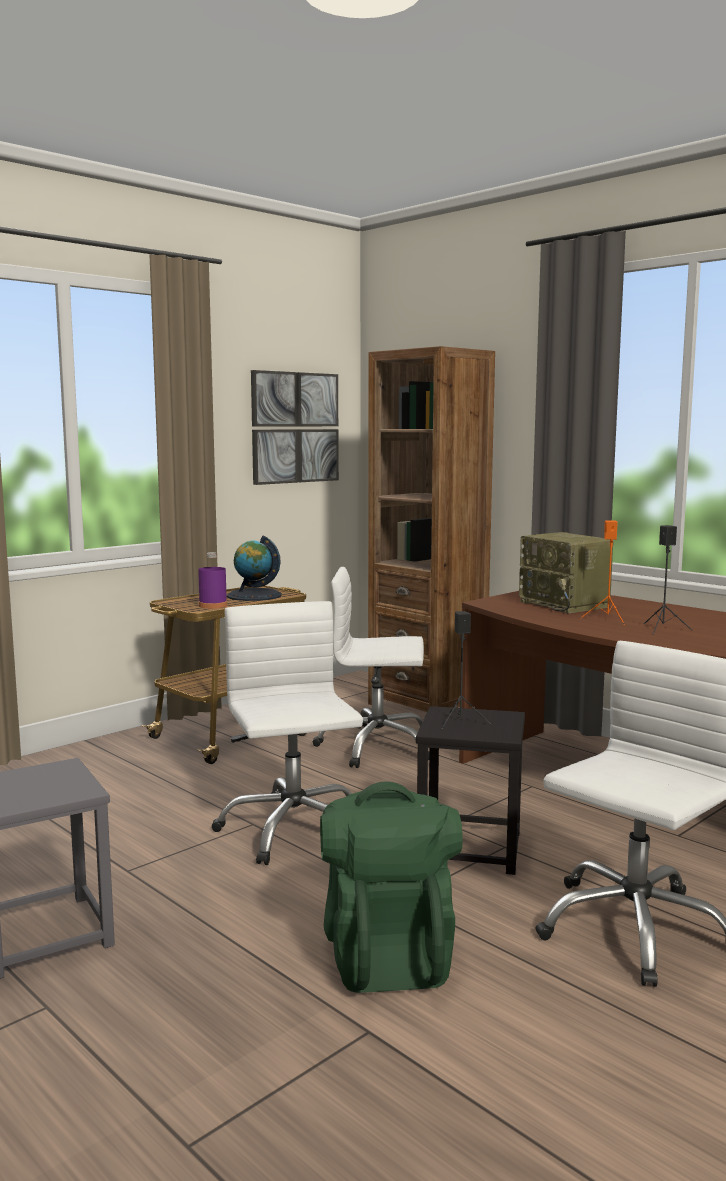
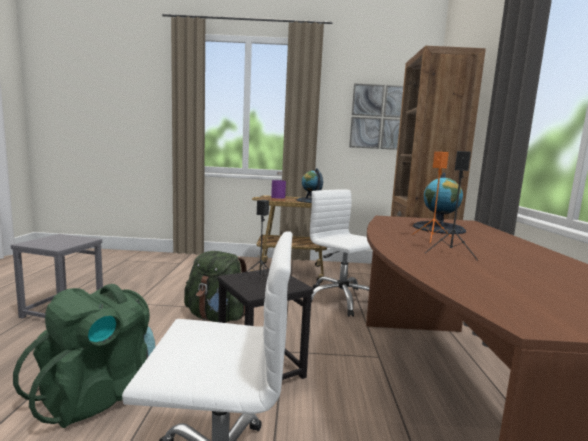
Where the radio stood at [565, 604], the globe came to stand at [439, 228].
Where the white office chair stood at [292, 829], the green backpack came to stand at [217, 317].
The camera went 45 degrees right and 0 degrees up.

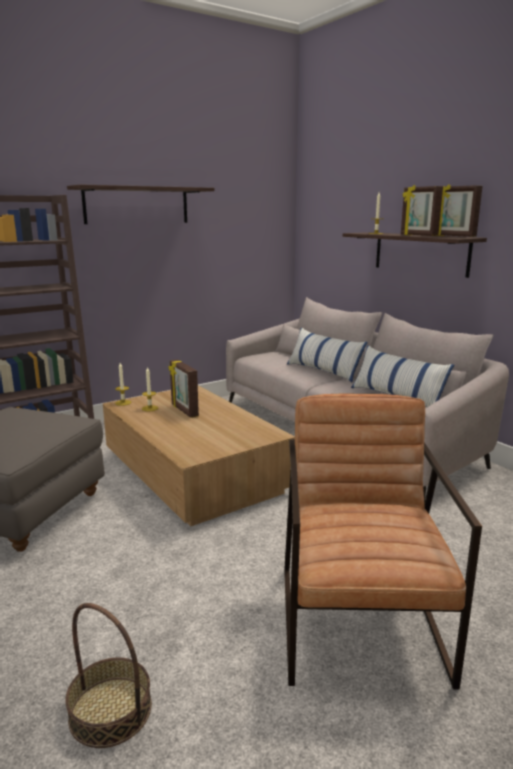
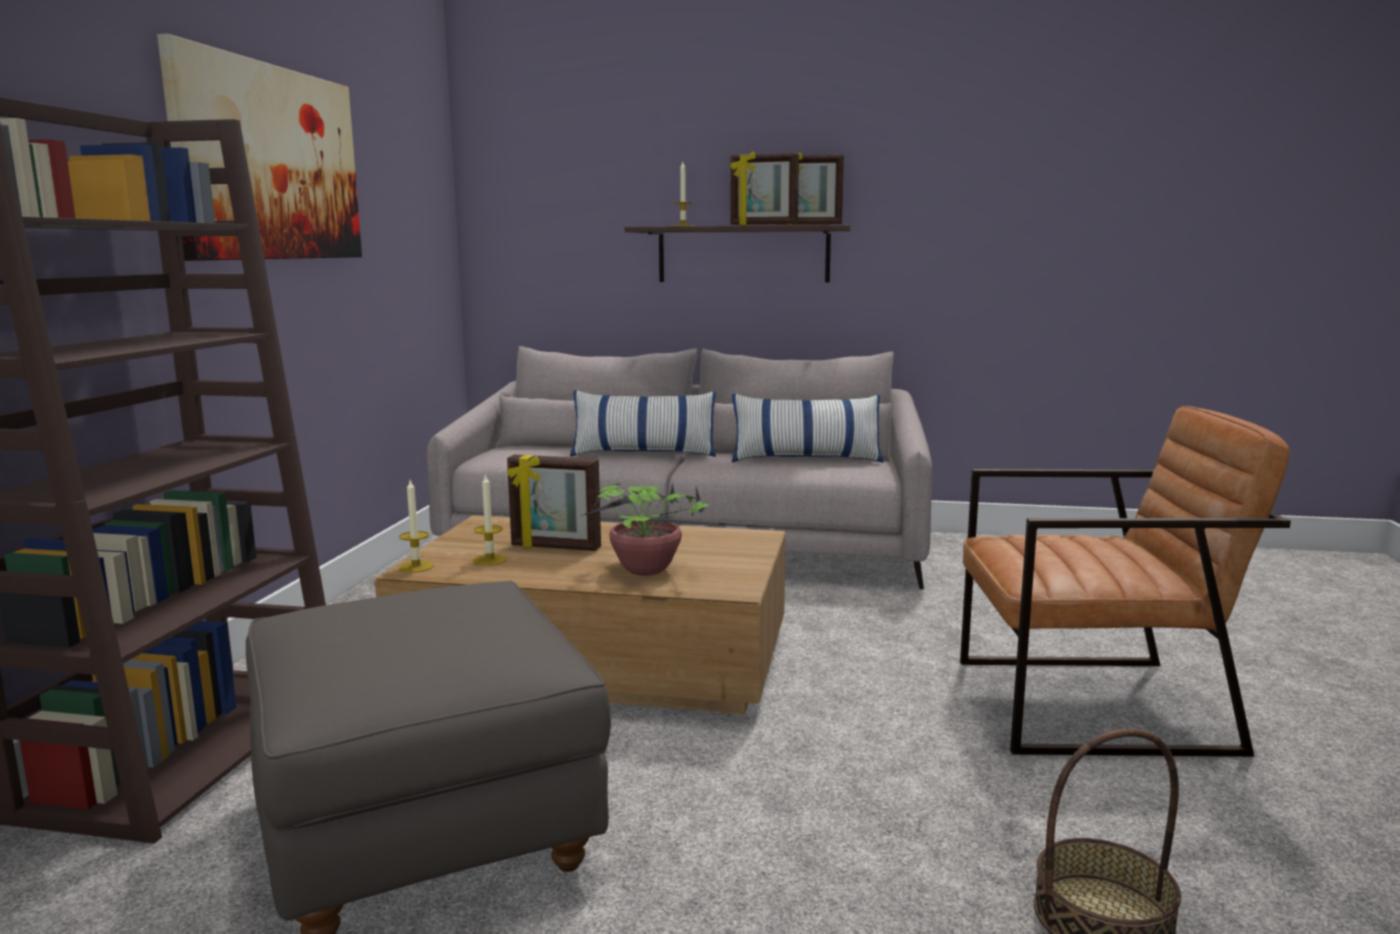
Where the shelf hung at [137, 205], the picture came to hang at [270, 163].
The brown armchair at [360, 621] ended up facing another way, 135 degrees clockwise from before.
The second view gained the potted plant at [650, 571].
The camera went 45 degrees left and 5 degrees down.

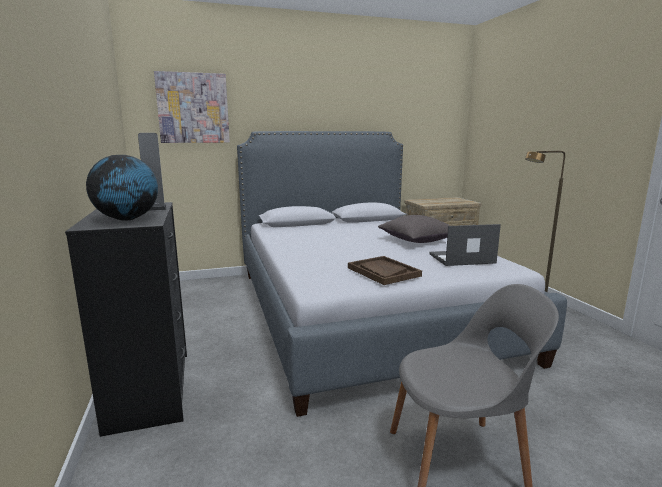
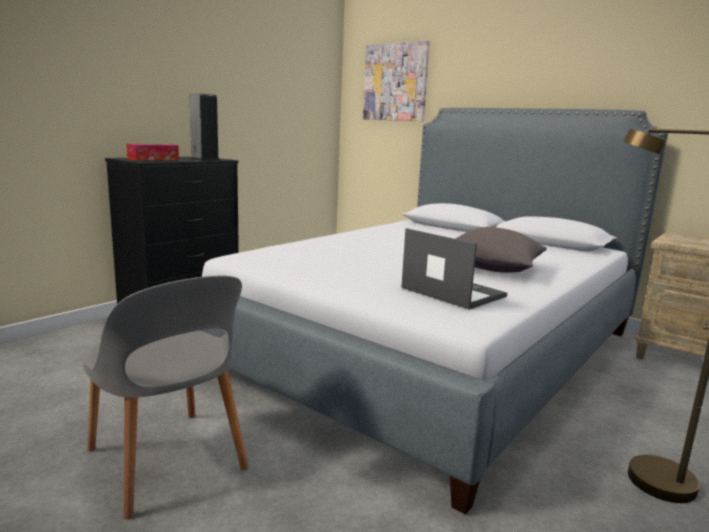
Where the globe stood at [127, 219], the tissue box came to stand at [153, 159].
The second view lost the brown tray at [383, 272].
The camera went 55 degrees right and 0 degrees up.

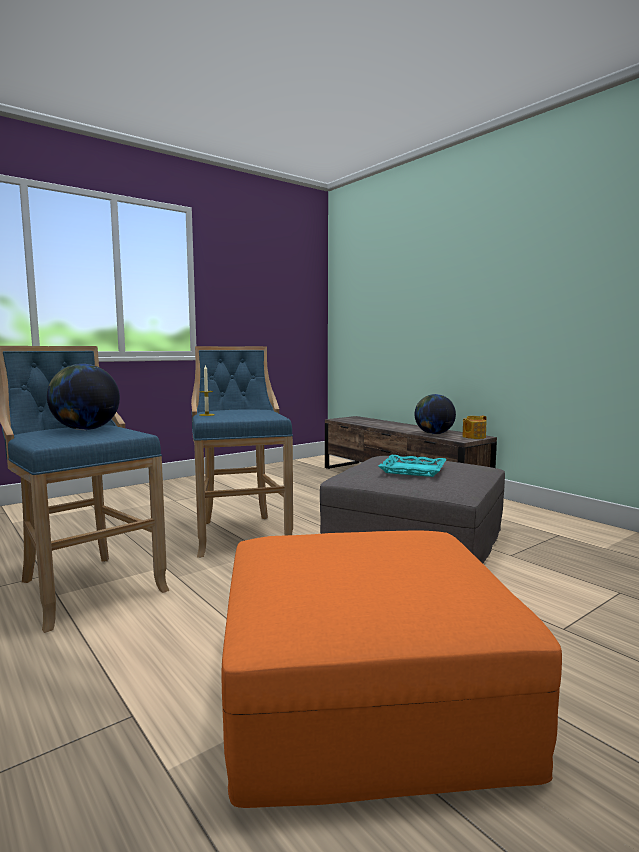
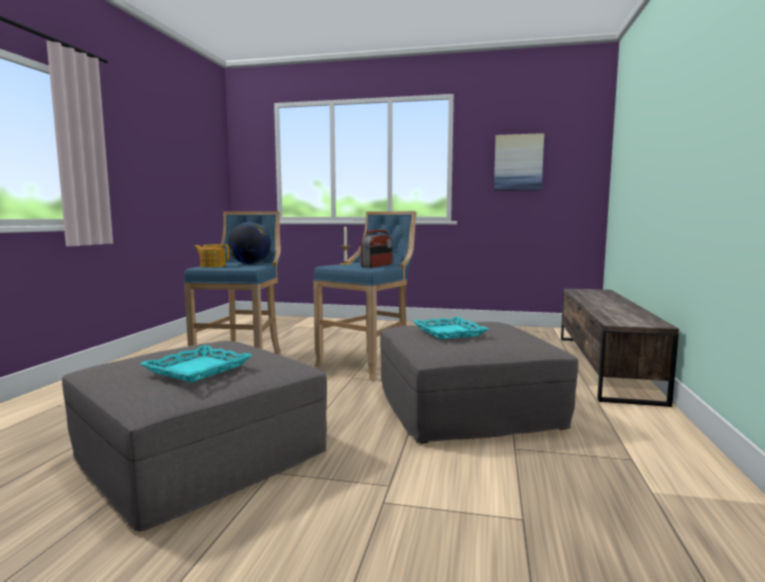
The second view lost the globe at [434, 434].
The teapot ended up elsewhere, having gone from [473, 437] to [212, 266].
What was the orange ottoman at [364, 691] turned into the grey ottoman at [201, 454].
The second view gained the picture at [518, 162].
The second view gained the radio at [377, 266].
The second view gained the turquoise tray at [198, 369].
The camera went 50 degrees right and 0 degrees up.

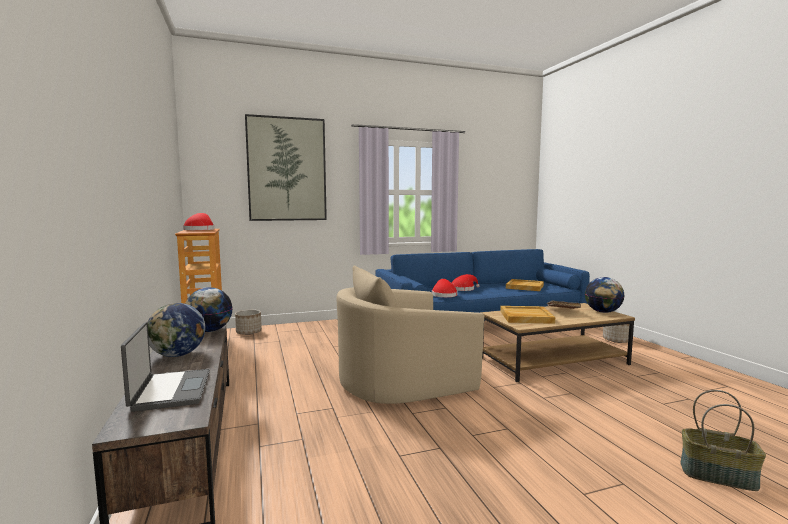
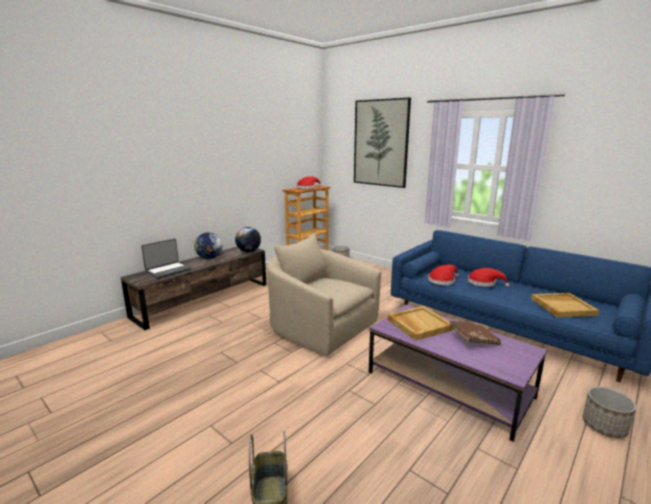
The second view lost the globe at [603, 312].
What was the brown coffee table at [553, 361] turned into the purple coffee table at [448, 384].
The camera went 60 degrees right and 10 degrees up.

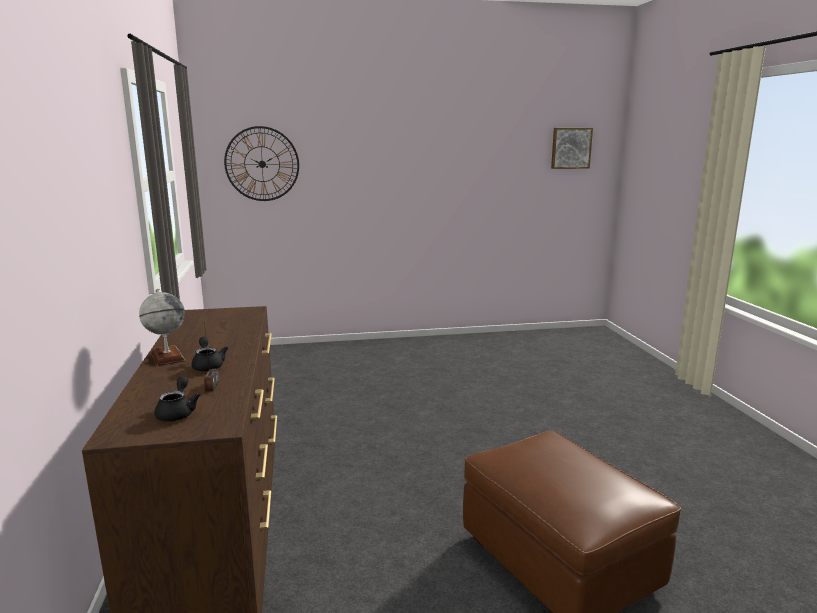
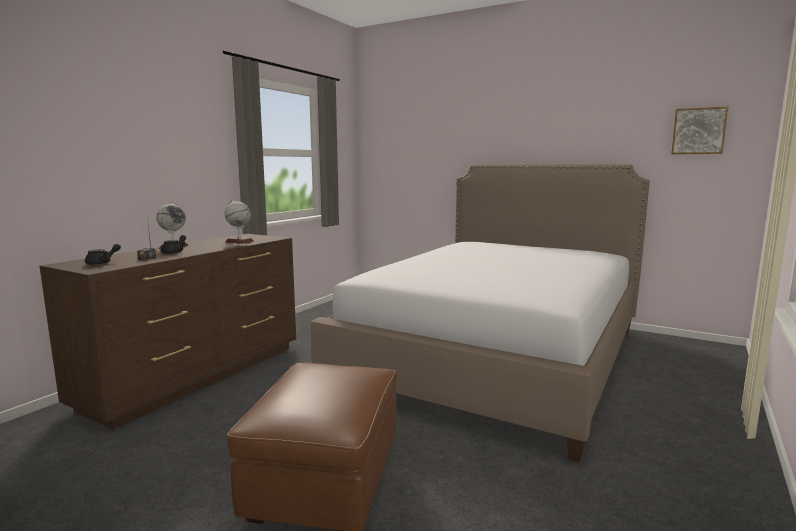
The second view lost the wall clock at [262, 164].
The second view gained the bed at [498, 356].
The second view gained the globe at [239, 241].
The camera went 40 degrees right and 5 degrees down.

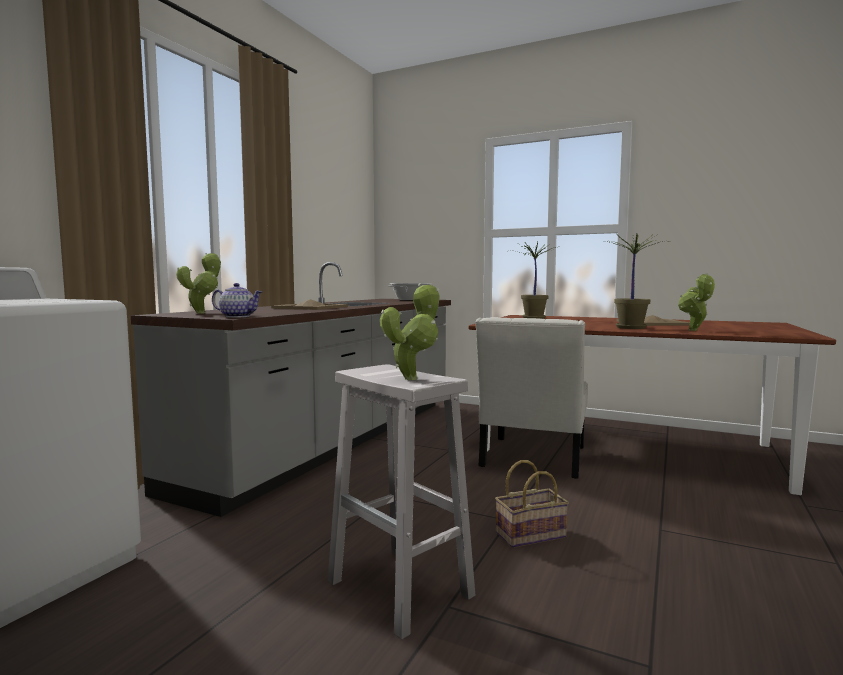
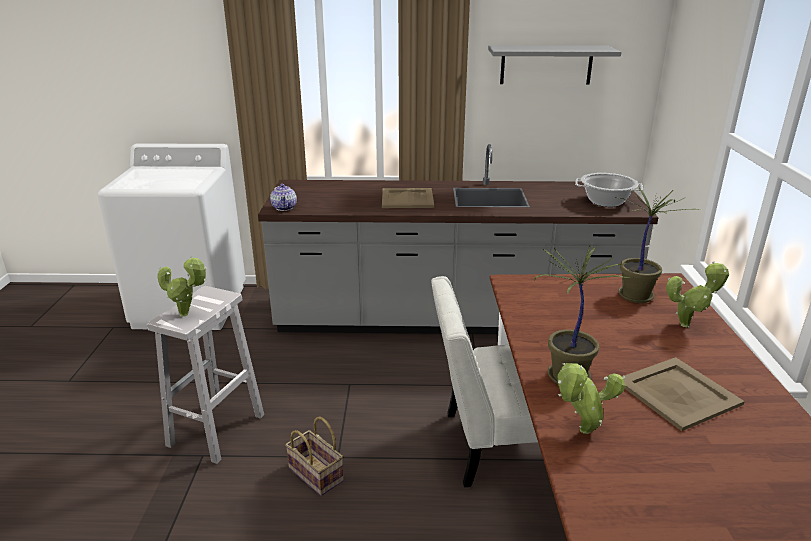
The potted plant ended up elsewhere, having gone from [203, 313] to [688, 324].
The second view gained the grey shelf at [546, 65].
The camera went 65 degrees right and 20 degrees up.

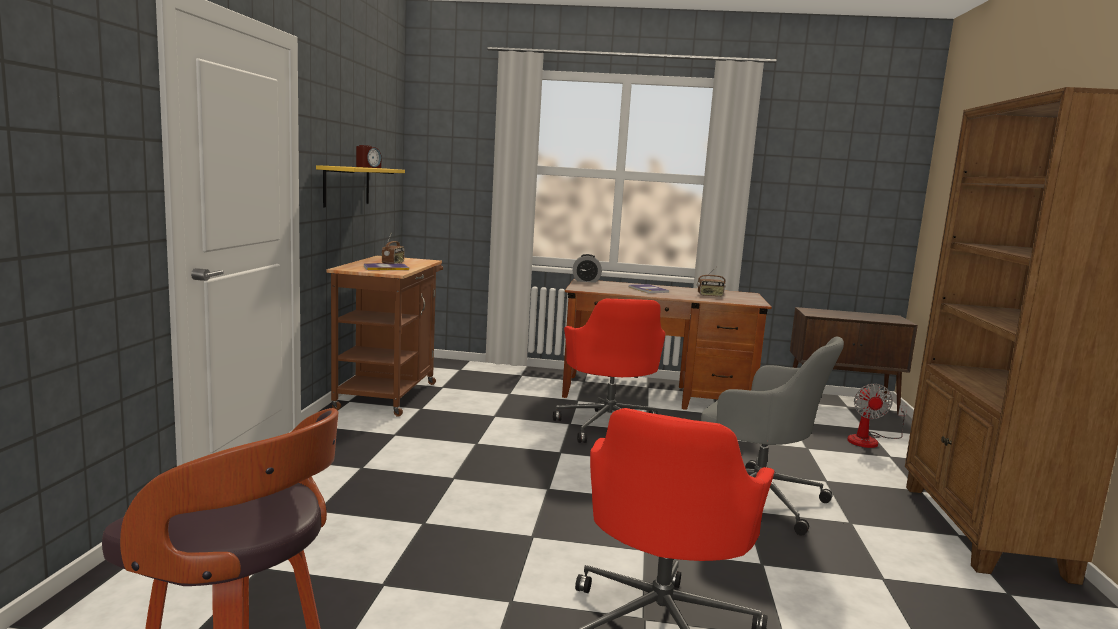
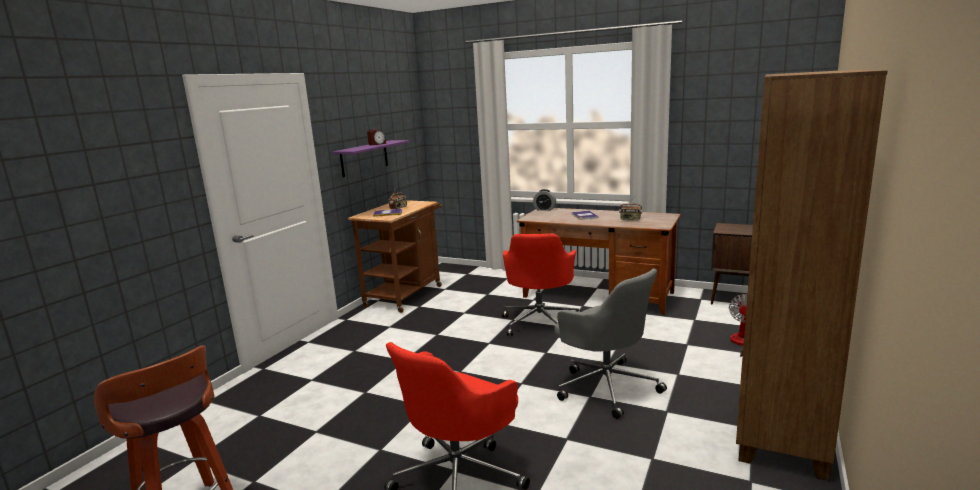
What was the yellow shelf at [347, 186] turned into the purple shelf at [364, 158].
The camera went 20 degrees right and 5 degrees up.

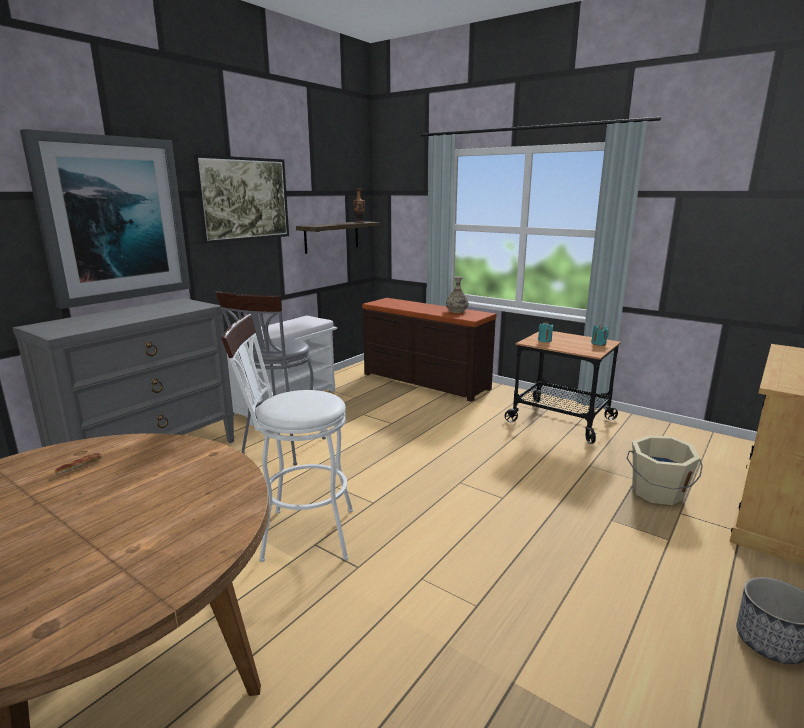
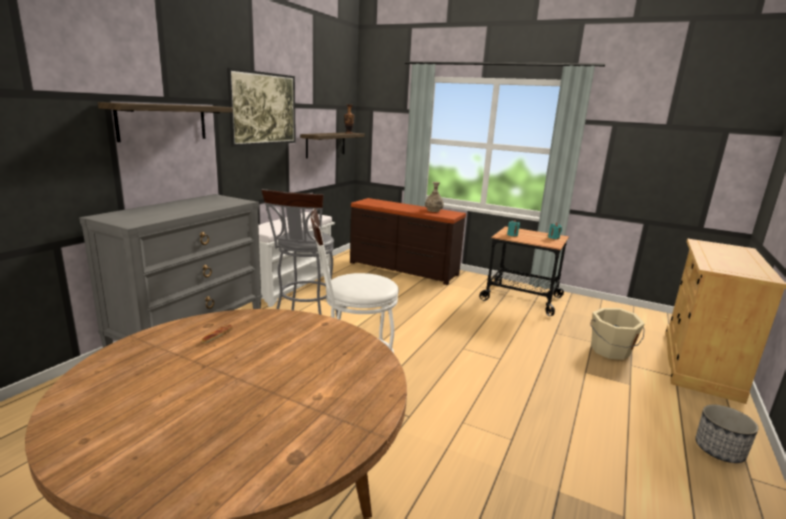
Where the picture hung at [113, 219], the shelf came to hang at [163, 122].
The camera went 10 degrees left and 0 degrees up.

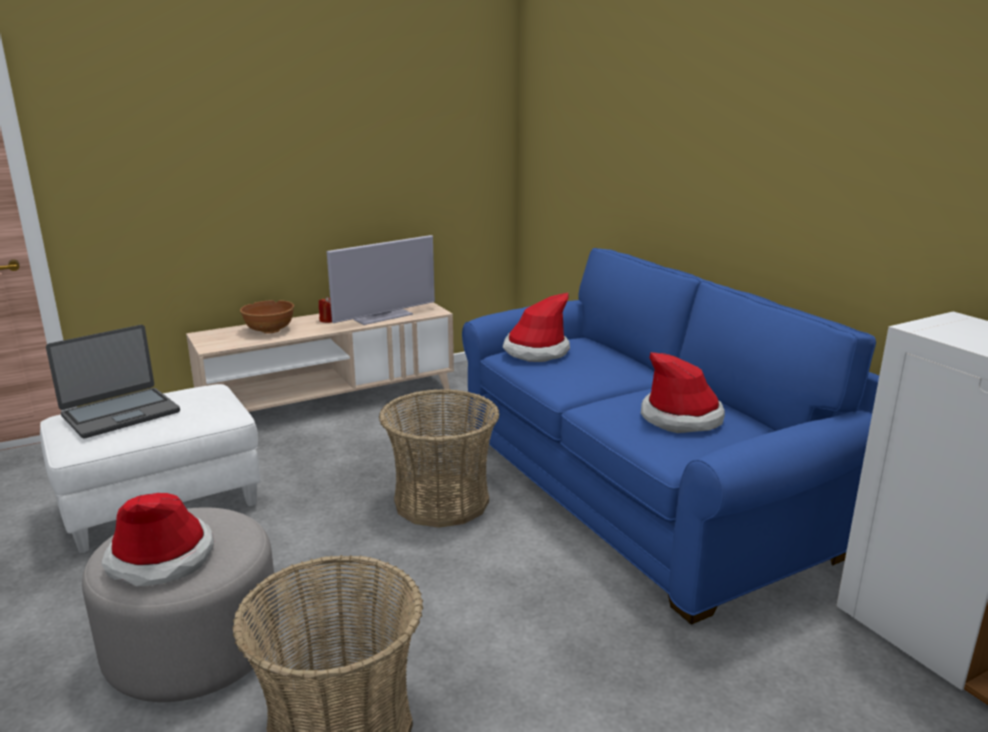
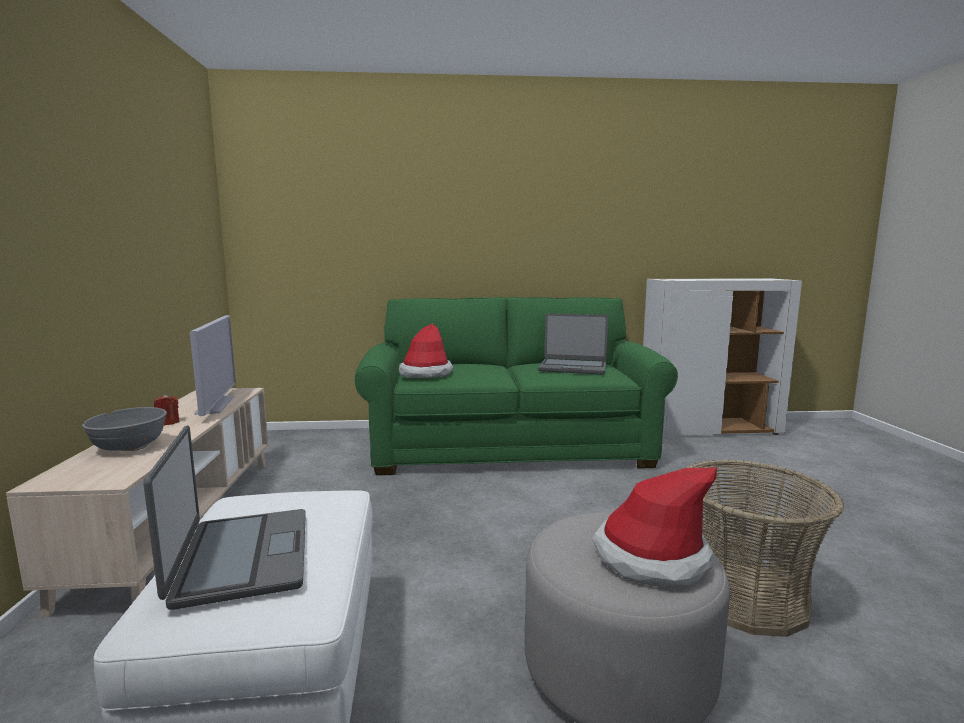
What was the blue sofa at [636, 492] turned into the green sofa at [510, 447].
What was the brown bowl at [269, 330] turned into the grey bowl at [129, 447].
Where the hat stood at [682, 417], the laptop came to stand at [573, 368].
The second view lost the basket at [442, 501].
The camera went 65 degrees left and 10 degrees down.

